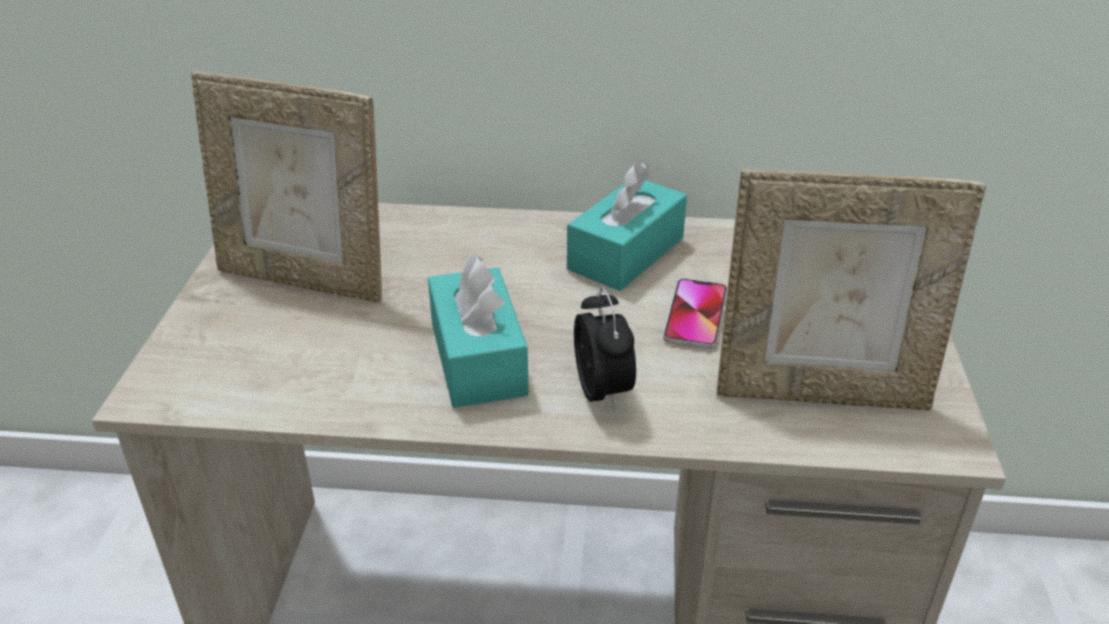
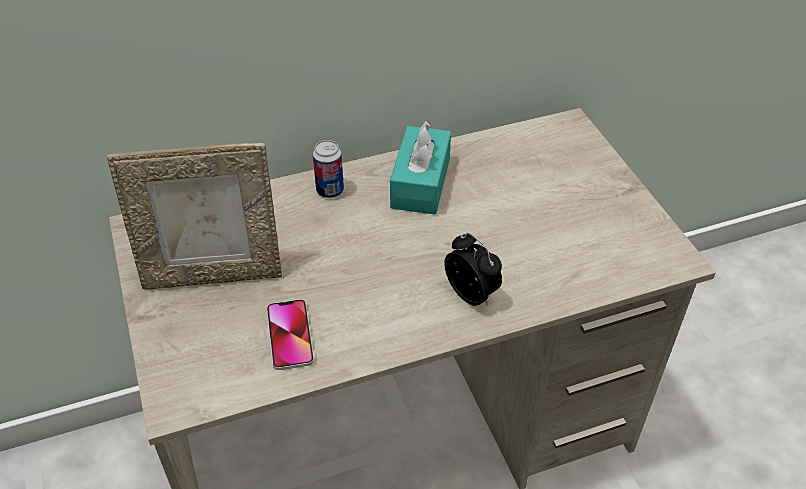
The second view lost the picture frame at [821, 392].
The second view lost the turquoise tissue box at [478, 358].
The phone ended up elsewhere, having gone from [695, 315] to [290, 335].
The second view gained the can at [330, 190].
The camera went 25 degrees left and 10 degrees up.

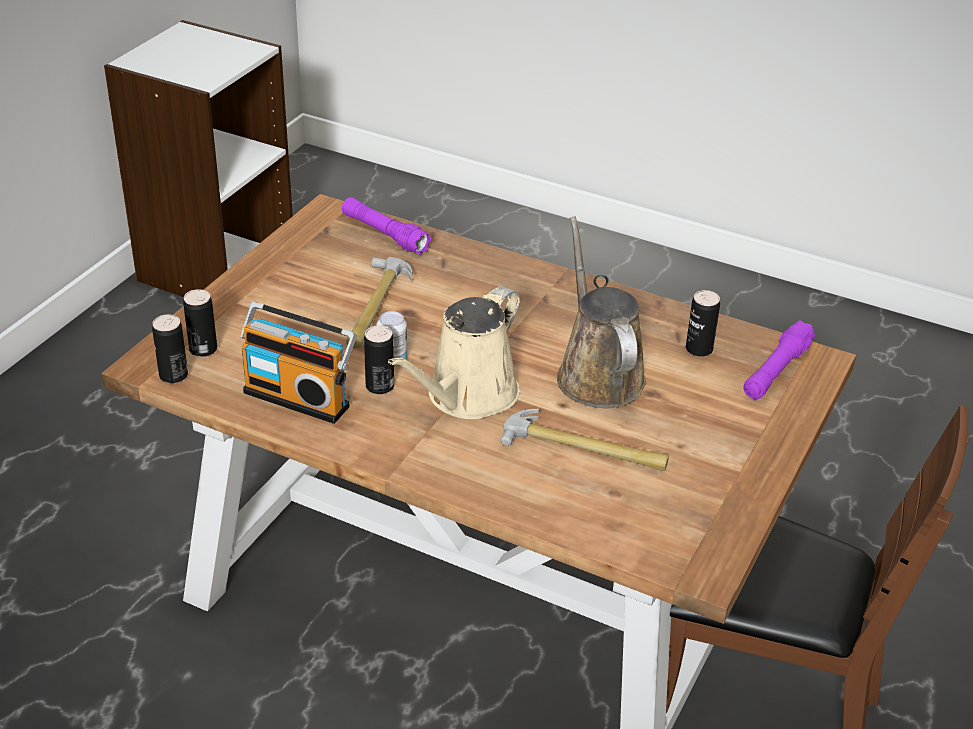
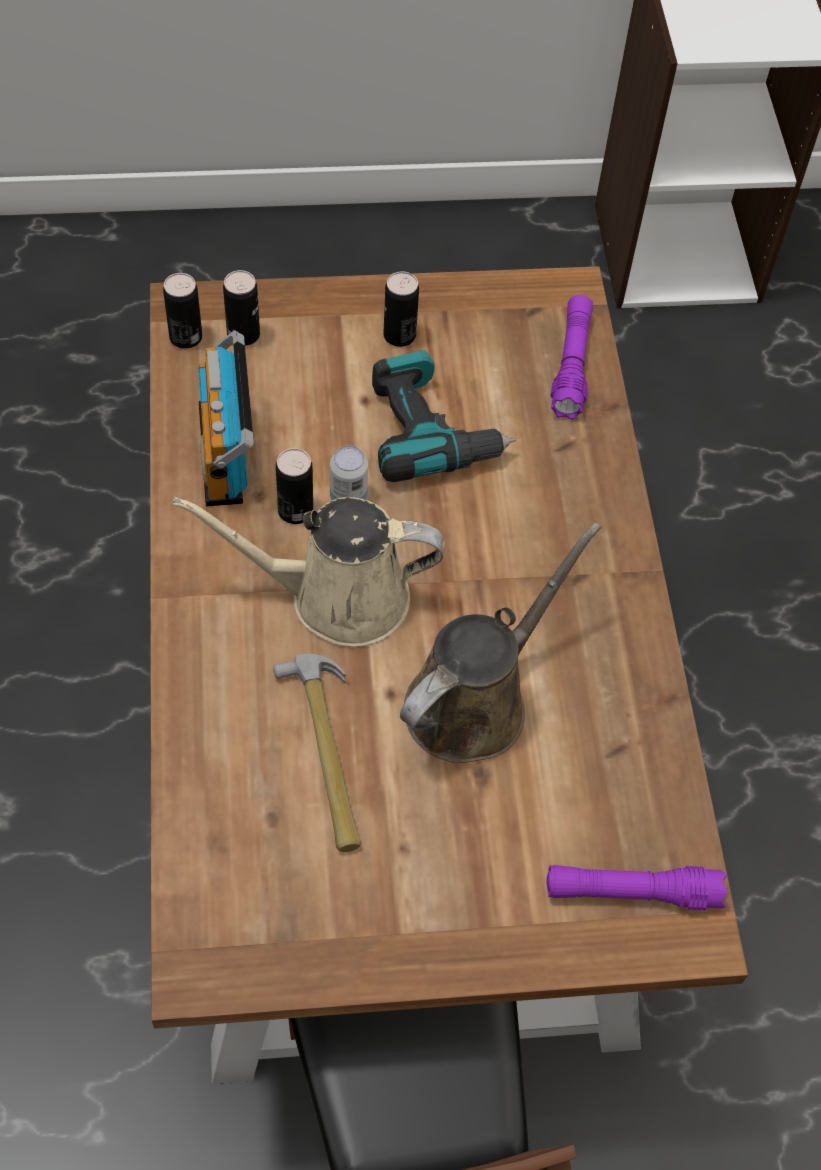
Where the hammer stood at [375, 306], the power drill came to stand at [430, 431].
The can ended up elsewhere, having gone from [699, 349] to [399, 335].
The camera went 55 degrees right and 20 degrees up.

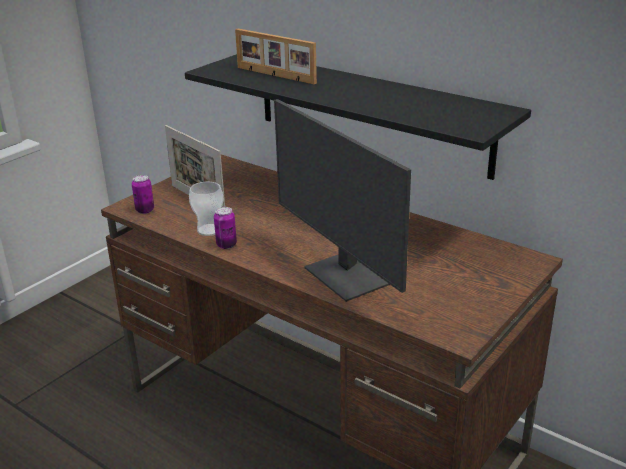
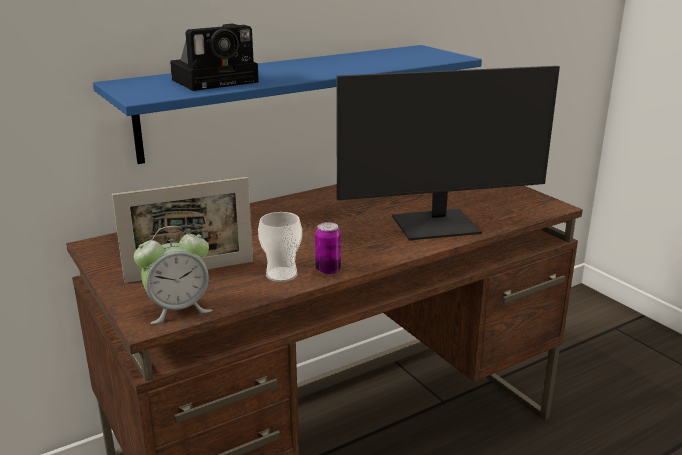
Where the picture frame stood at [274, 75], the photo camera came to stand at [218, 80].
What was the black shelf at [370, 112] turned into the blue shelf at [278, 100].
Where the can stood at [145, 210], the alarm clock came to stand at [178, 309].
The camera went 70 degrees left and 5 degrees down.

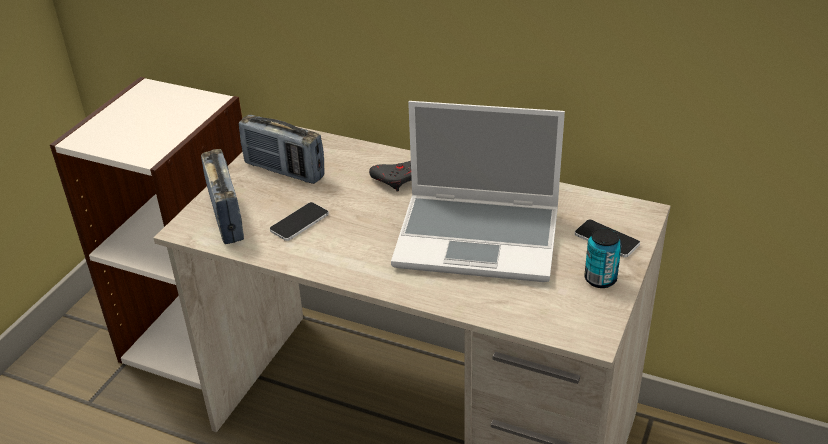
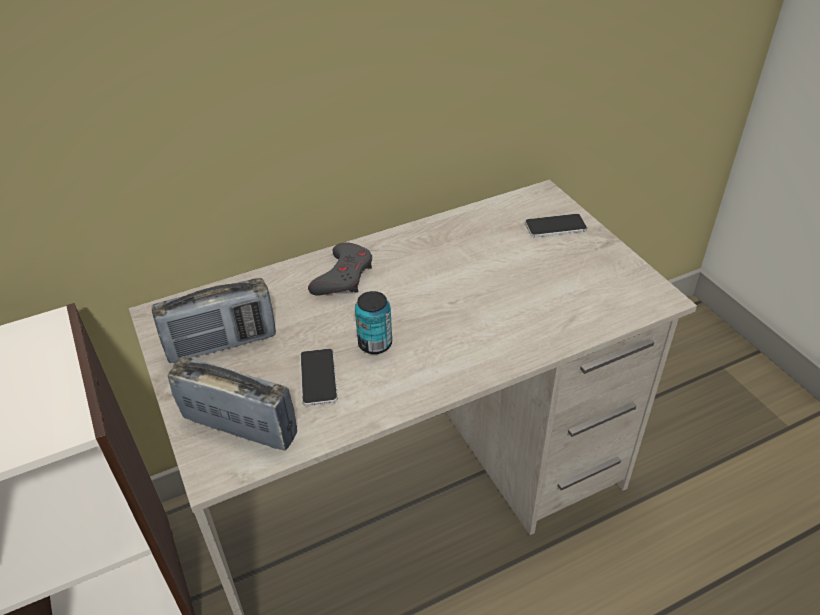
The second view lost the laptop at [480, 238].
The can ended up elsewhere, having gone from [600, 279] to [375, 344].
The camera went 50 degrees left and 5 degrees up.

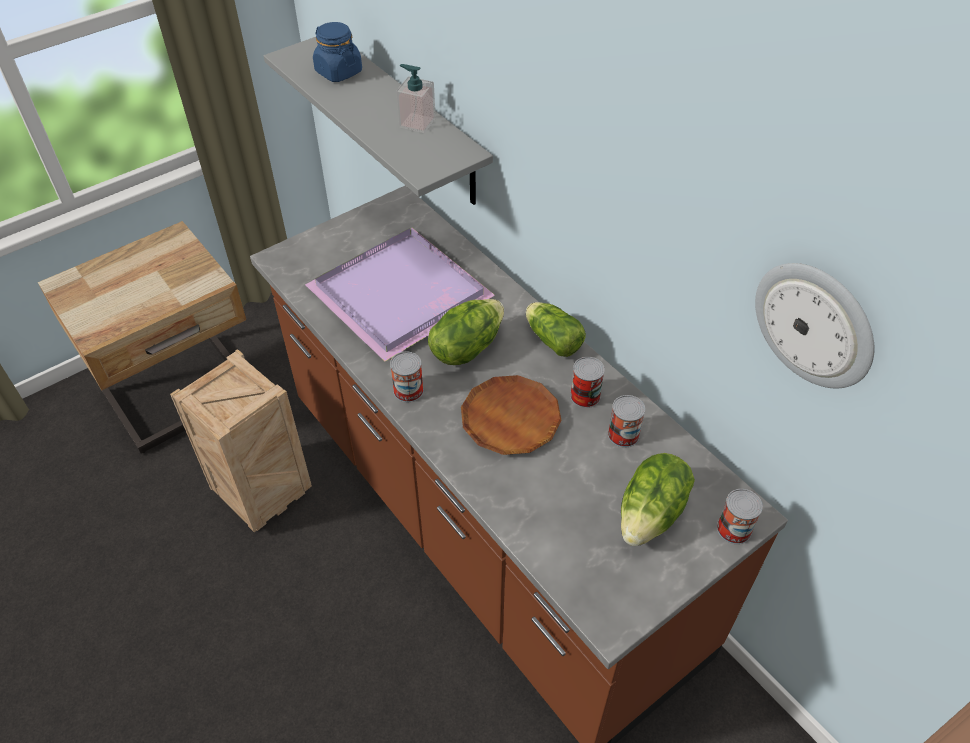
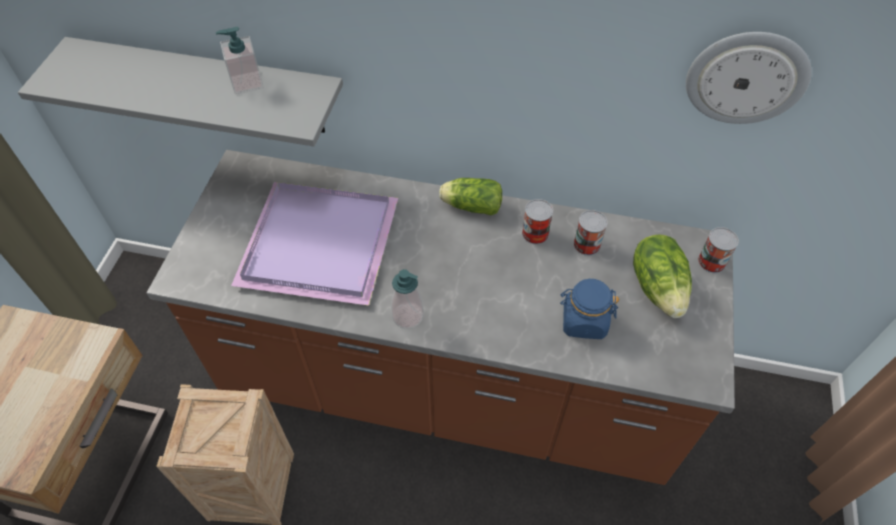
The blue jar ended up elsewhere, having gone from [338, 72] to [583, 321].
The second view lost the lettuce at [466, 347].
Where the can stood at [408, 390], the soap dispenser came to stand at [407, 316].
The second view lost the brown plate at [510, 419].
The camera went 40 degrees left and 5 degrees up.

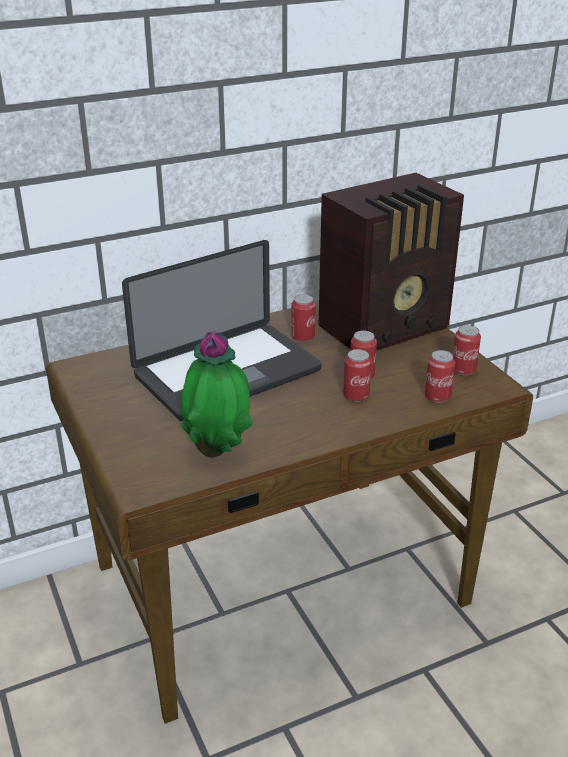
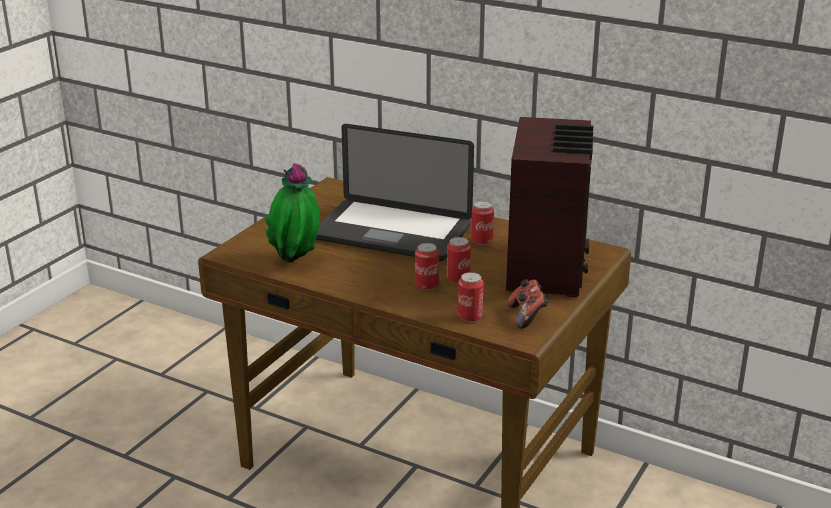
The radio at [387, 328] ended up facing another way, 105 degrees counterclockwise from before.
Where the can stood at [463, 370], the game controller came to stand at [527, 316].
The camera went 55 degrees right and 5 degrees down.

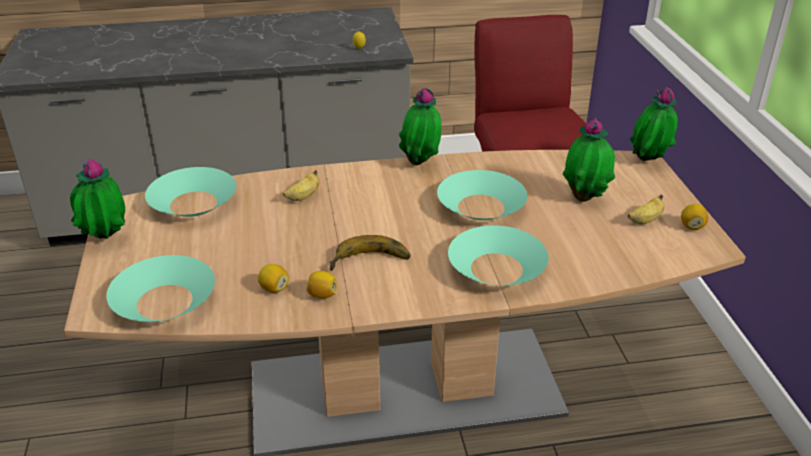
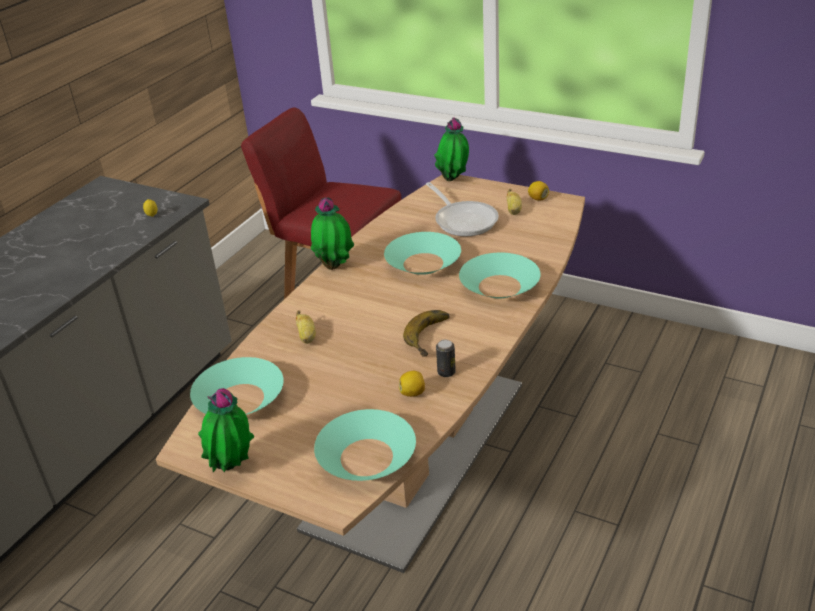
Where the potted plant stood at [585, 198], the frying pan came to stand at [463, 220].
Where the lemon stood at [322, 295], the can came to stand at [446, 372].
The camera went 50 degrees left and 0 degrees up.

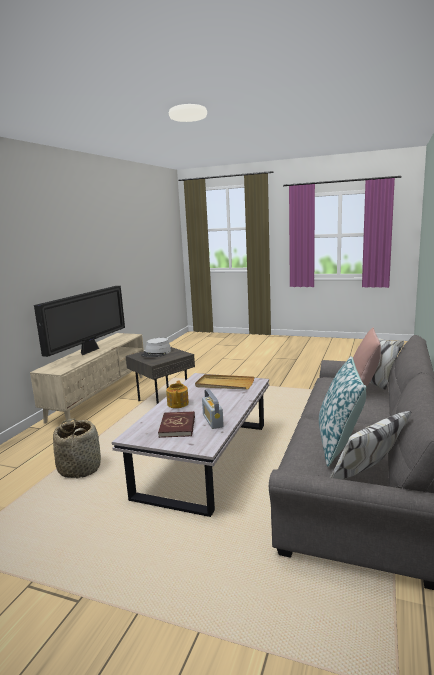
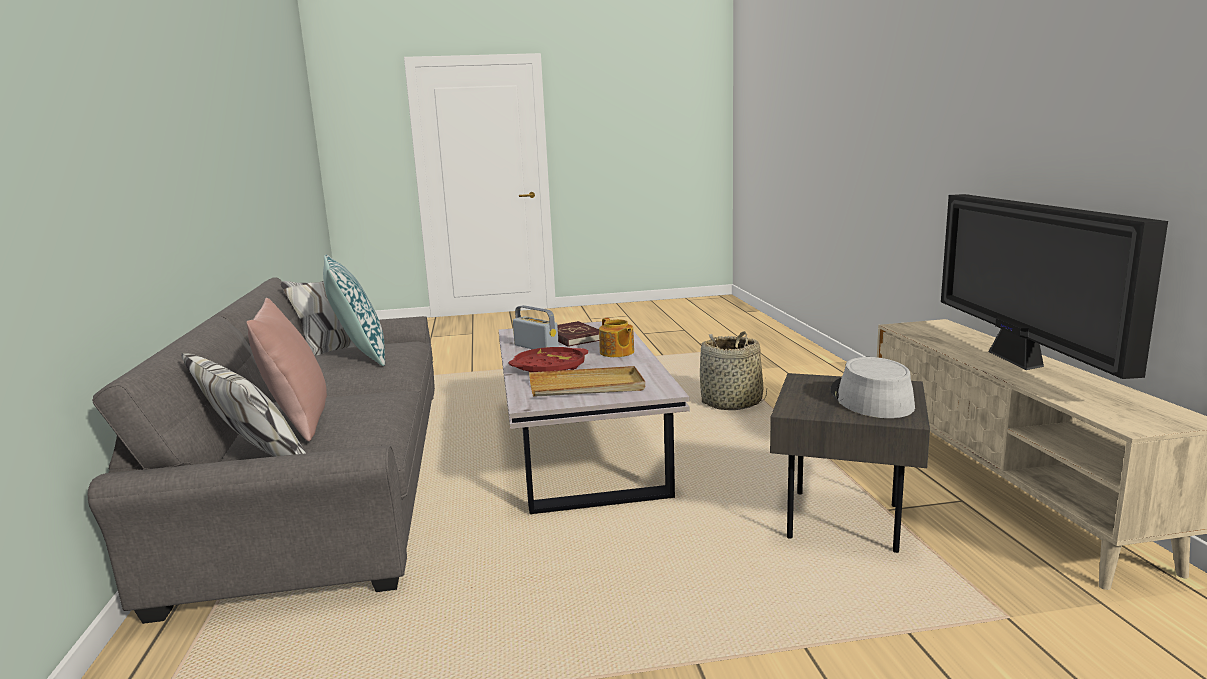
The second view gained the red tray at [549, 367].
The camera went 150 degrees right and 0 degrees up.

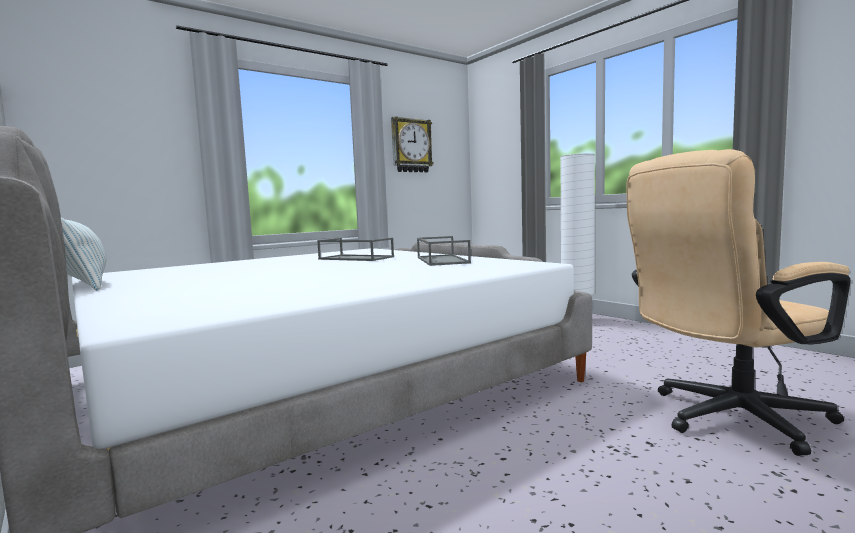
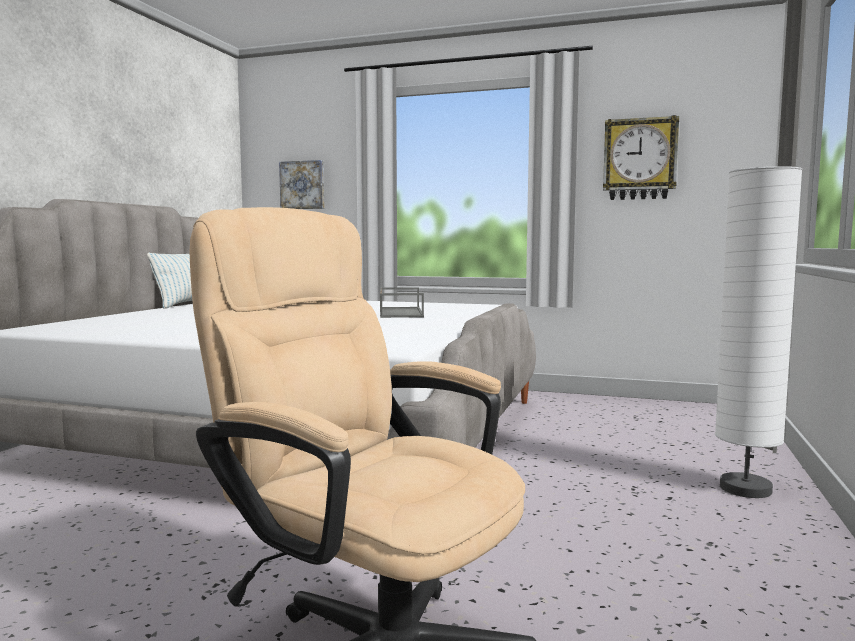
The second view lost the grey tray at [441, 260].
The second view gained the picture at [303, 185].
The camera went 55 degrees right and 0 degrees up.

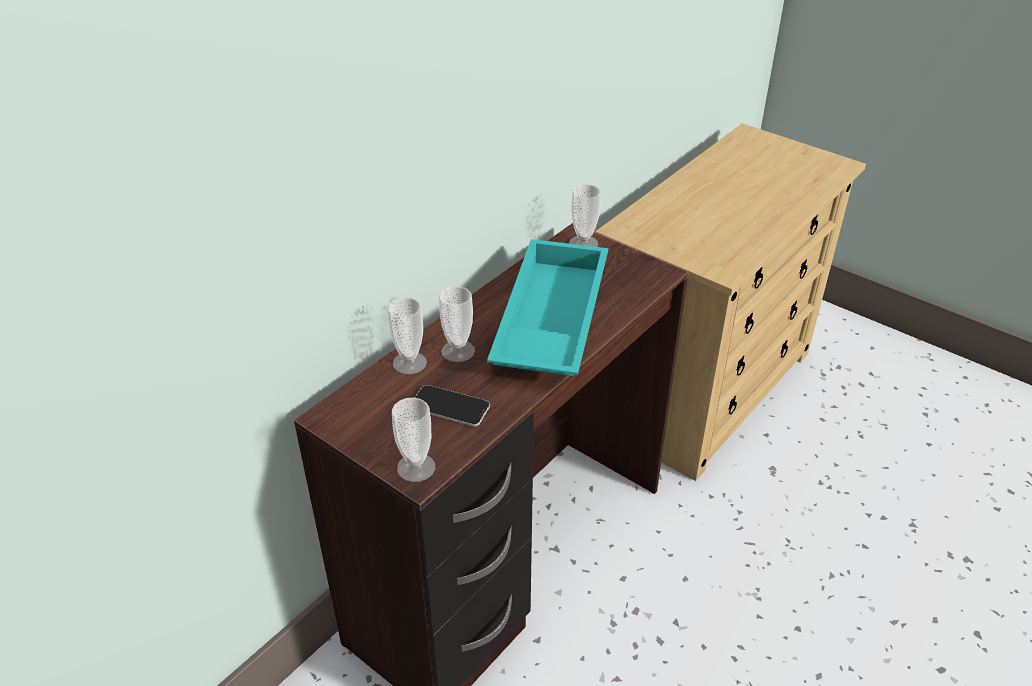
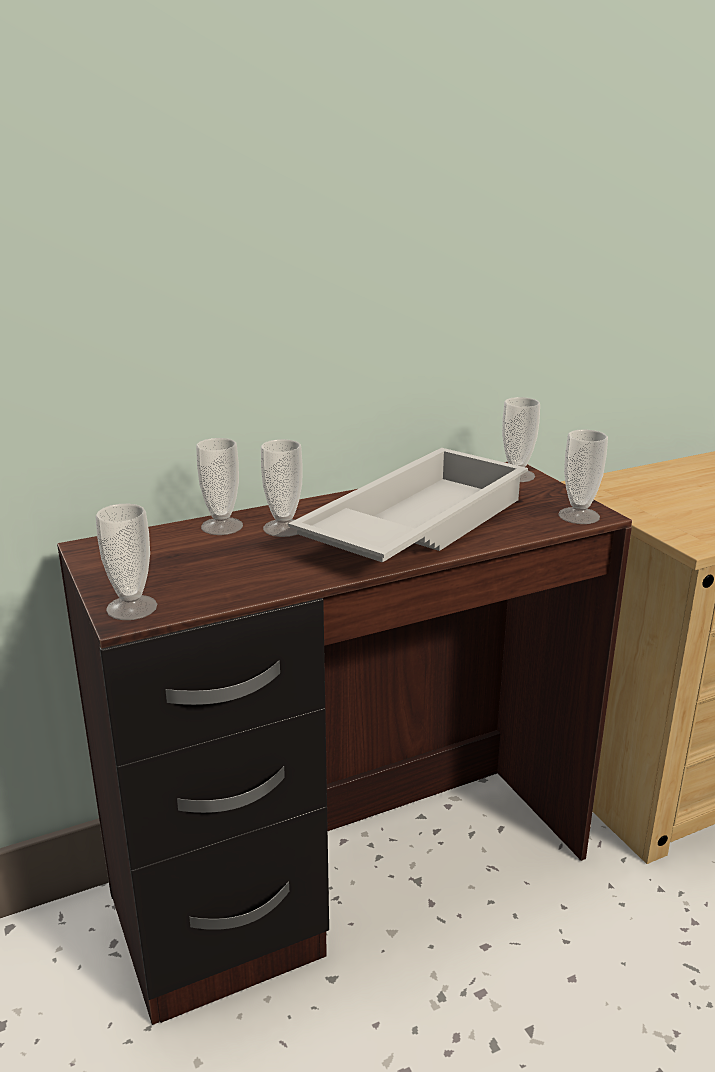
What was the turquoise tray at [548, 320] turned into the white tray at [413, 525].
The second view lost the phone at [450, 406].
The second view gained the cup at [579, 516].
The camera went 25 degrees right and 15 degrees down.

